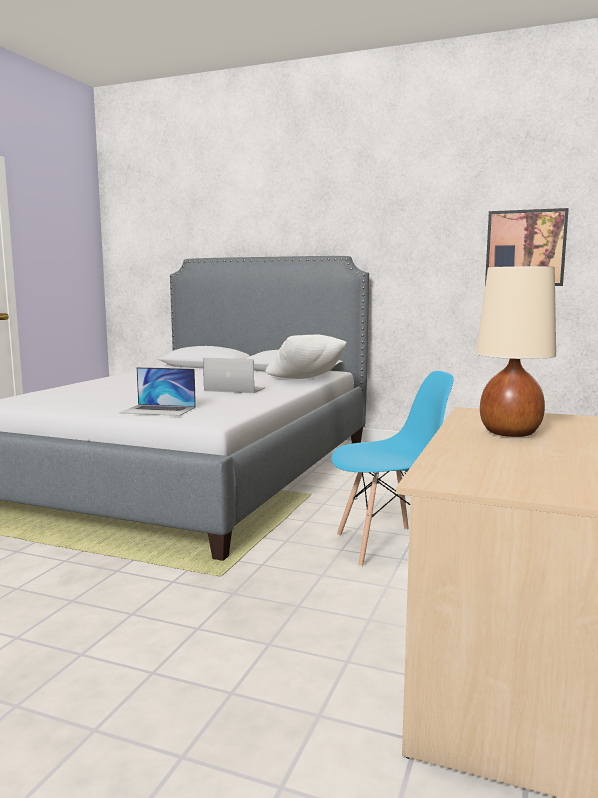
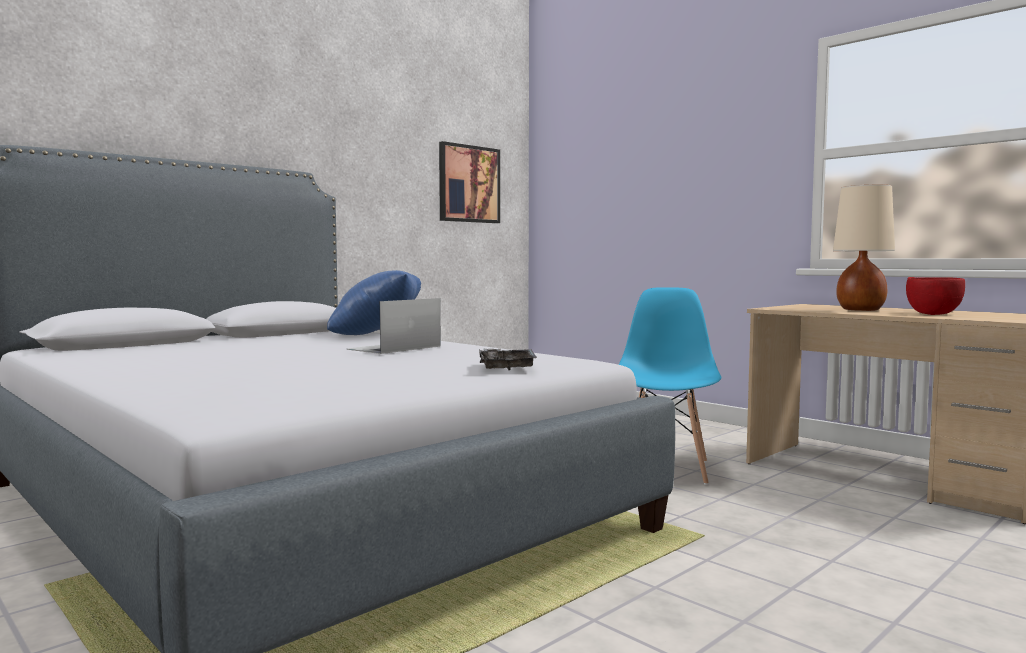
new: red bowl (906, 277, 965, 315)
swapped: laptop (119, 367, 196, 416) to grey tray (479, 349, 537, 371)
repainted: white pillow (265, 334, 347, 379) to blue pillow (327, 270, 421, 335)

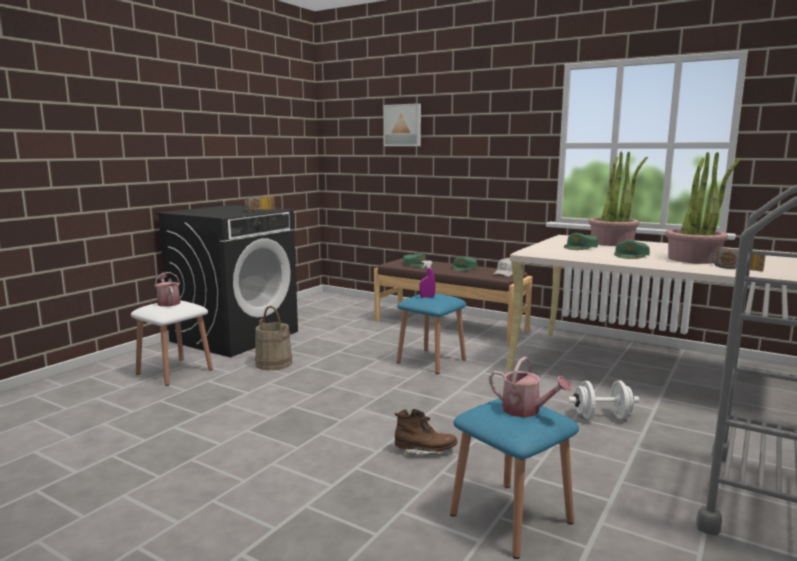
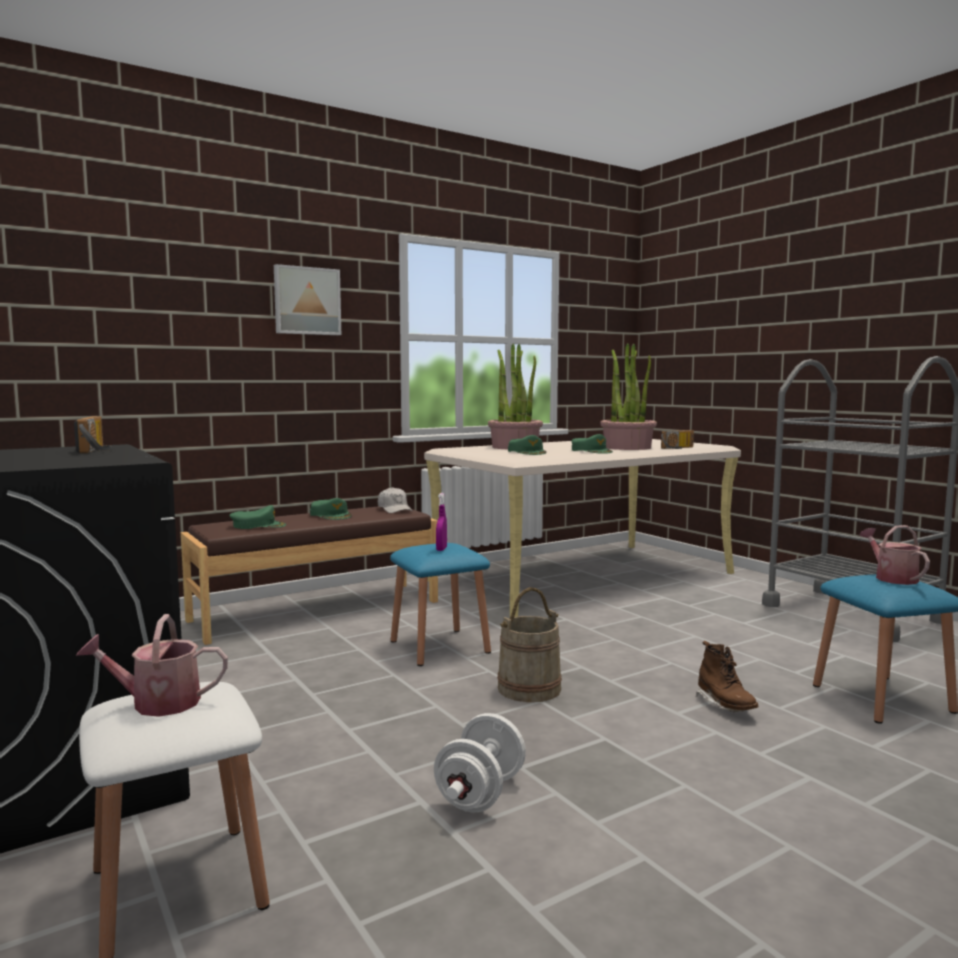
shifted: picture (383, 103, 421, 146) to (274, 264, 341, 335); white dumbbell (568, 381, 639, 419) to (434, 713, 526, 813); beige bucket (255, 306, 292, 370) to (497, 587, 562, 702)
rotated: brown boot (395, 409, 458, 457) = (696, 641, 758, 712) 135 degrees clockwise; watering can (489, 357, 571, 417) = (859, 525, 930, 585) 75 degrees counterclockwise

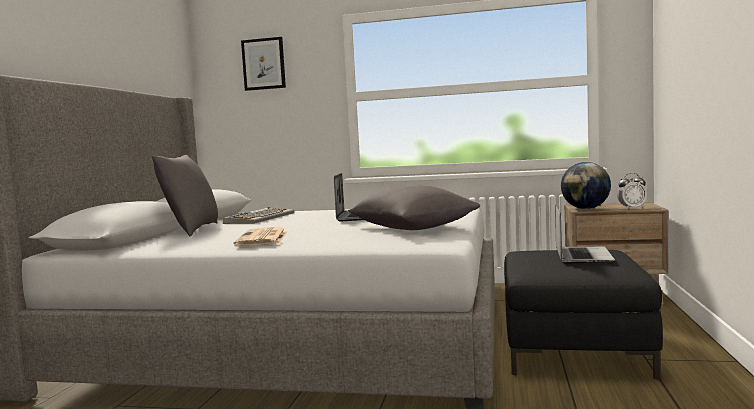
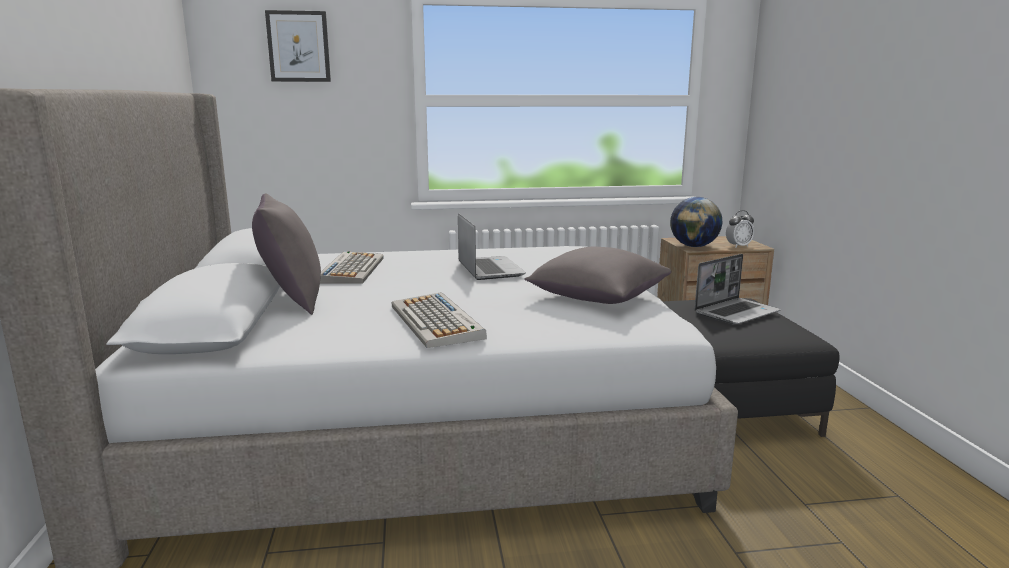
swapped: newspaper (233, 227, 288, 246) to keyboard (391, 292, 487, 348)
rotated: laptop (555, 205, 615, 264) = (694, 254, 781, 324) 60 degrees clockwise

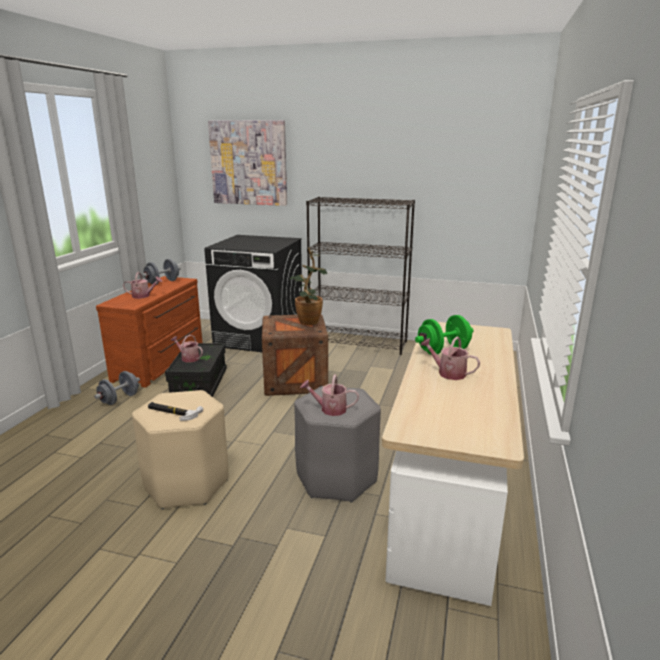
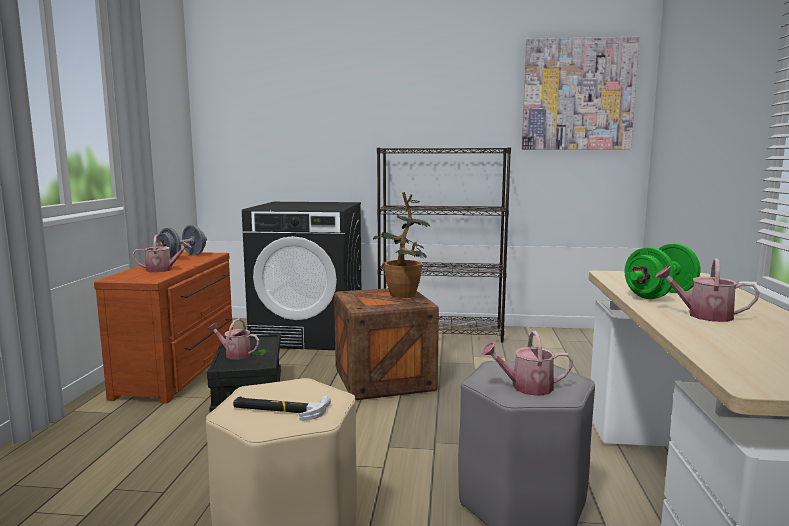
gone: grey dumbbell (94, 371, 140, 405)
shifted: picture (208, 120, 287, 206) to (522, 36, 639, 150)

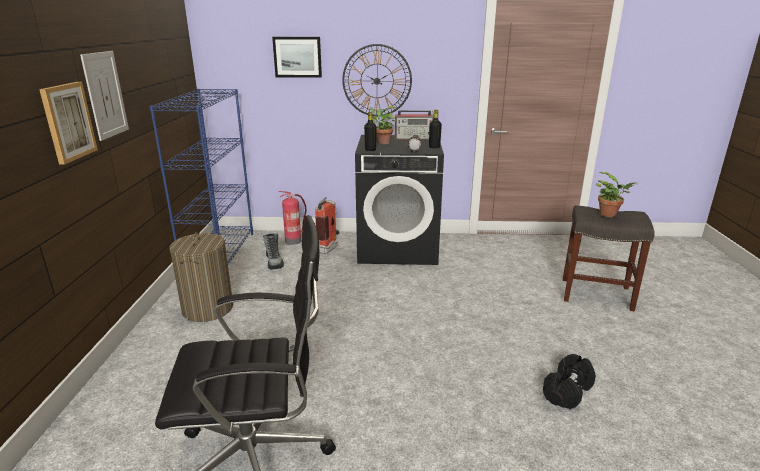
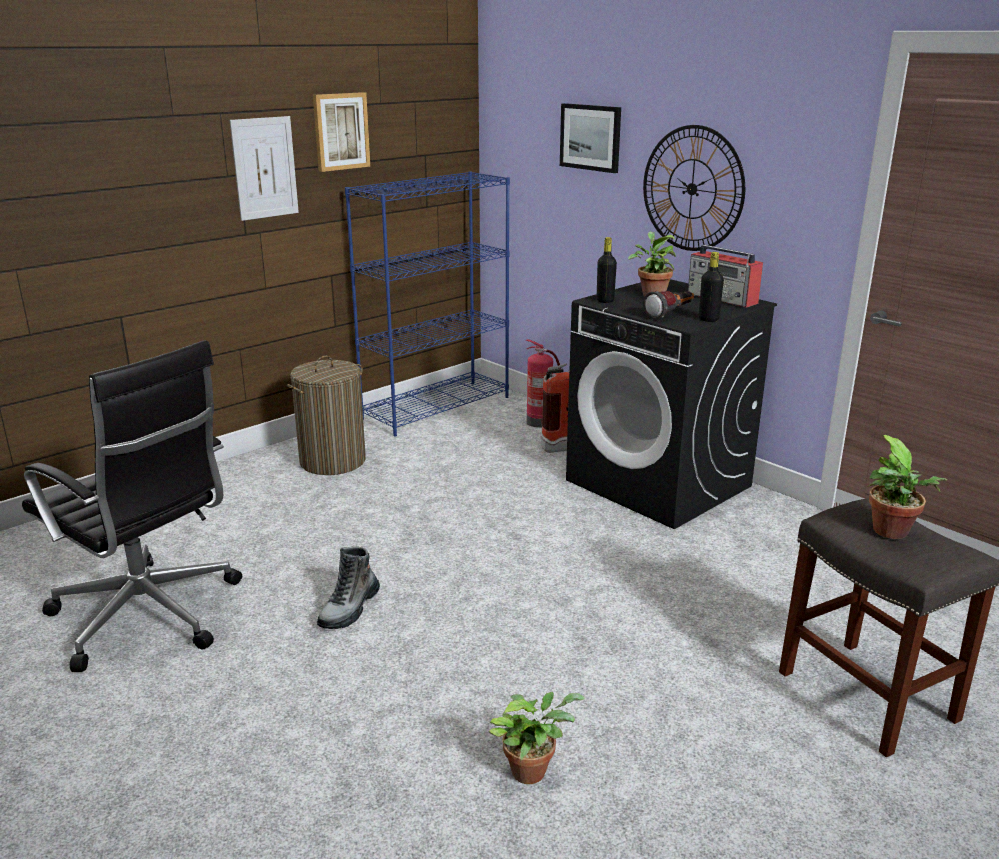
shifted: picture (39, 82, 98, 165) to (313, 92, 370, 172); boot (263, 233, 284, 270) to (317, 546, 380, 629)
swapped: black dumbbell (543, 354, 596, 409) to potted plant (489, 692, 585, 784)

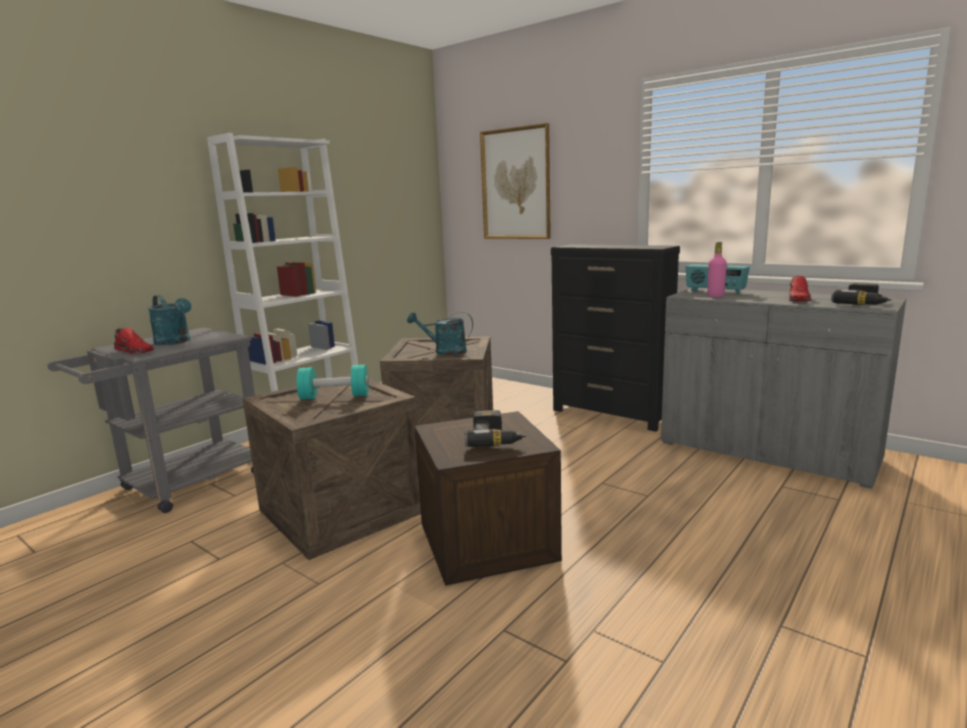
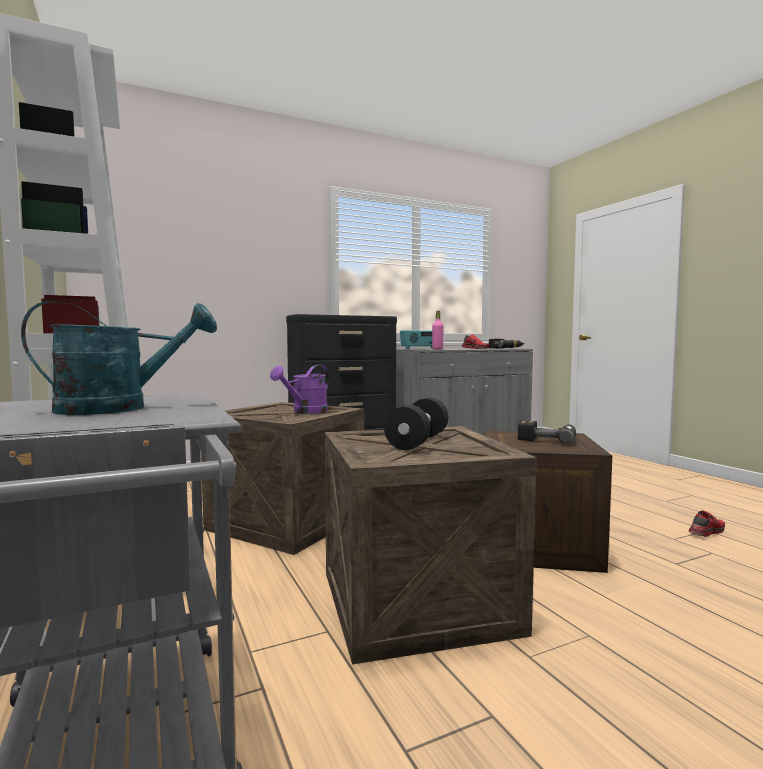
gone: picture (480, 123, 551, 239)
shifted: red shoe (114, 328, 154, 355) to (689, 511, 725, 537)
repainted: turquoise watering can (407, 311, 473, 355) to purple watering can (270, 364, 329, 413); turquoise dumbbell (296, 365, 369, 399) to black dumbbell (384, 398, 448, 450)

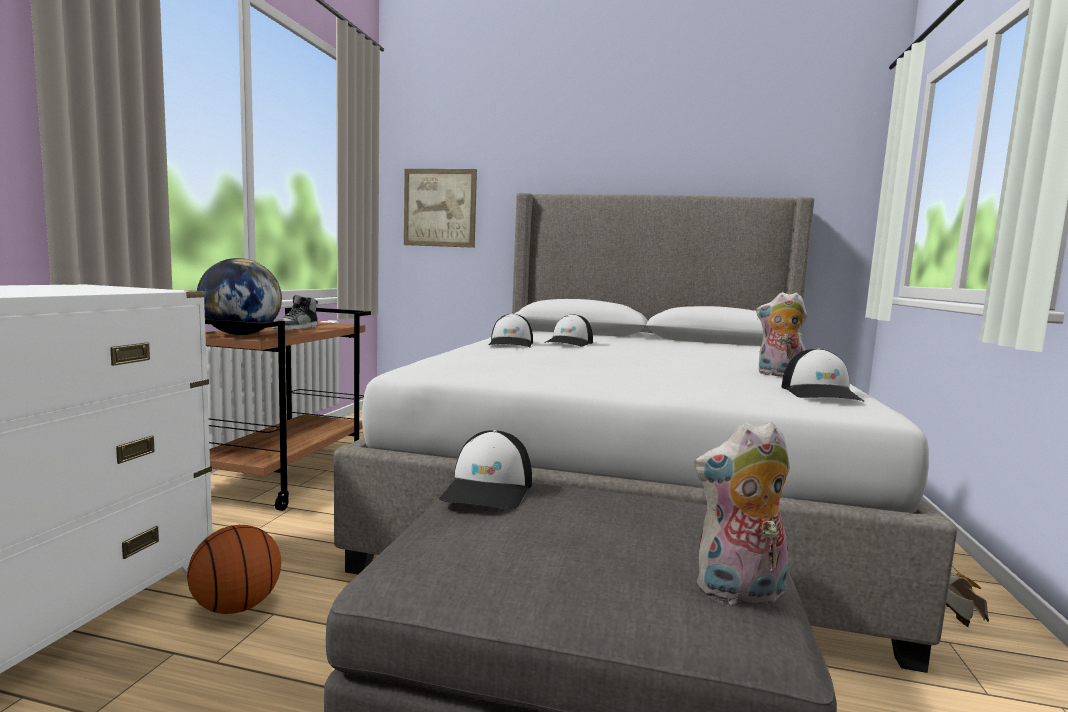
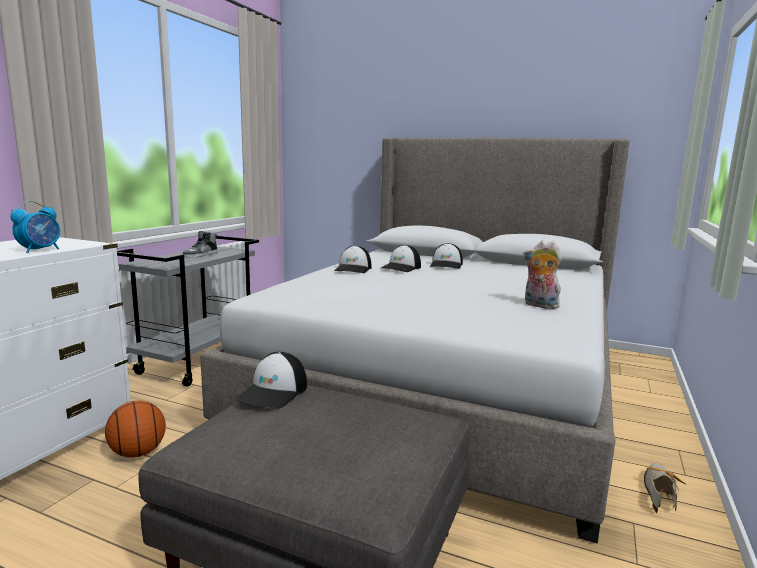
gone: globe (197, 258, 282, 335); picture (404, 169, 477, 248); plush toy (694, 422, 790, 605)
new: alarm clock (10, 201, 60, 253)
shifted: cap (781, 348, 865, 402) to (430, 243, 463, 269)
repainted: brown cart (205, 307, 371, 511) to grey cart (117, 236, 259, 387)

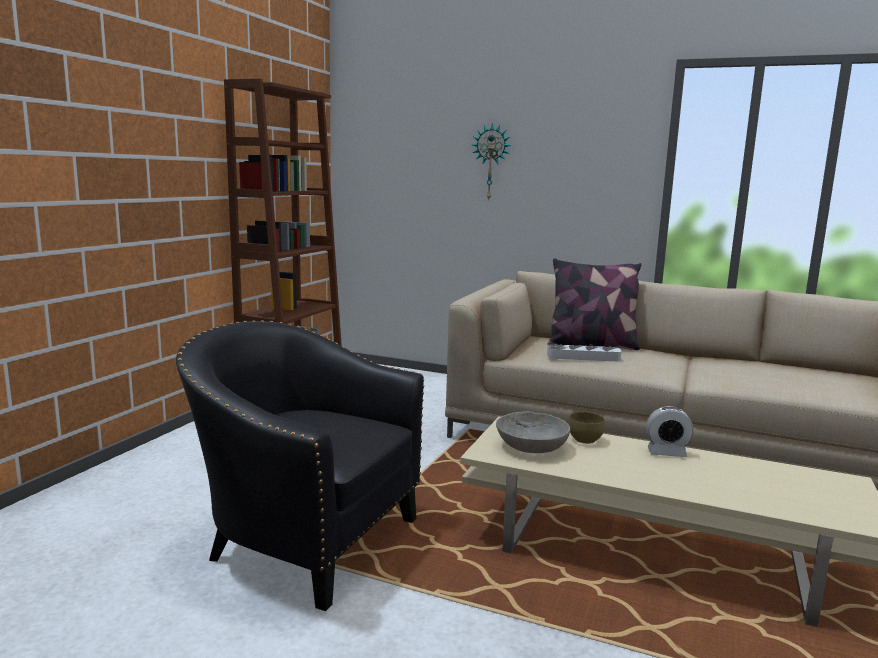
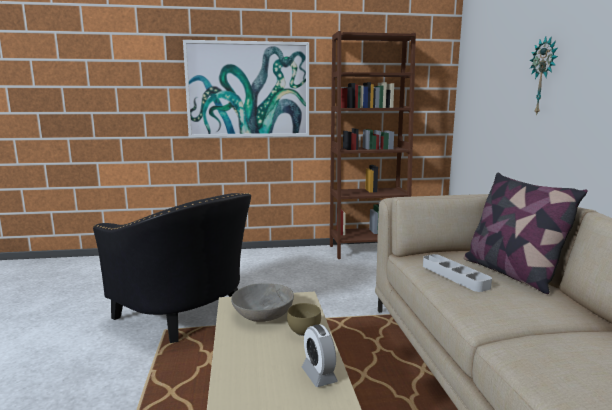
new: picture (183, 40, 309, 137)
rotated: black armchair (176, 320, 424, 611) = (93, 193, 251, 343) 135 degrees clockwise

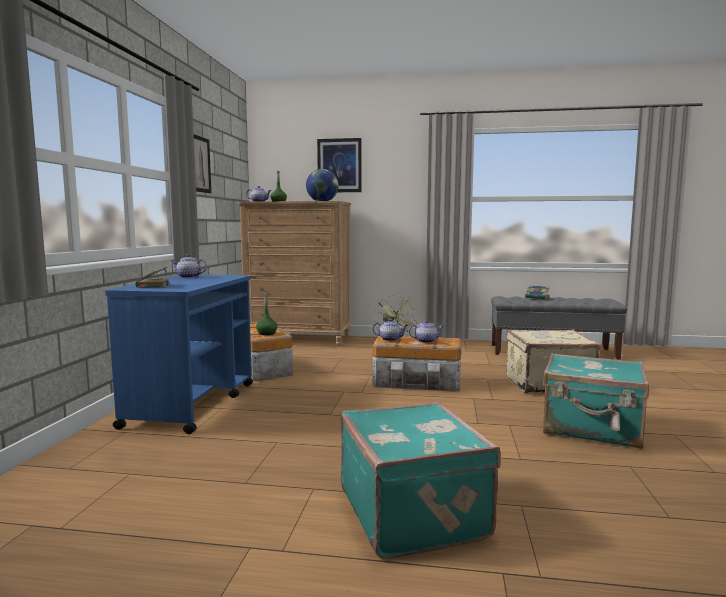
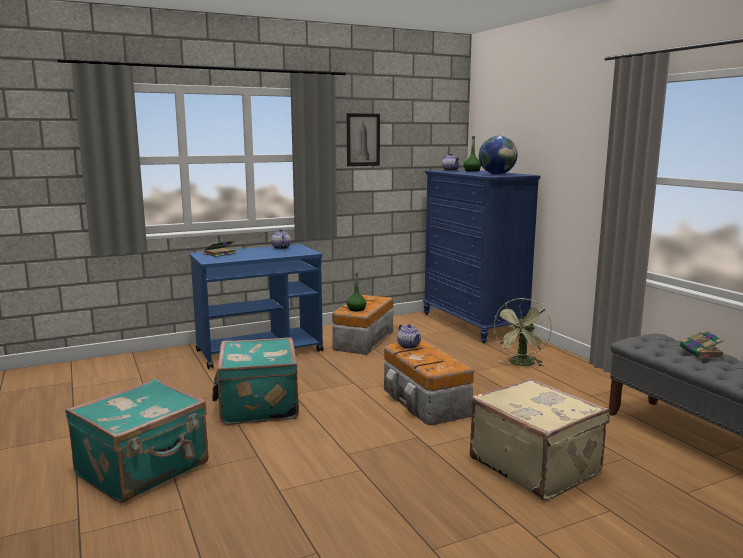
gone: picture (317, 138, 362, 192); teapot (409, 320, 444, 343)
shifted: turquoise suitcase (543, 353, 649, 449) to (212, 337, 299, 425)
repainted: brown dresser (238, 201, 351, 346) to blue dresser (423, 169, 540, 343)

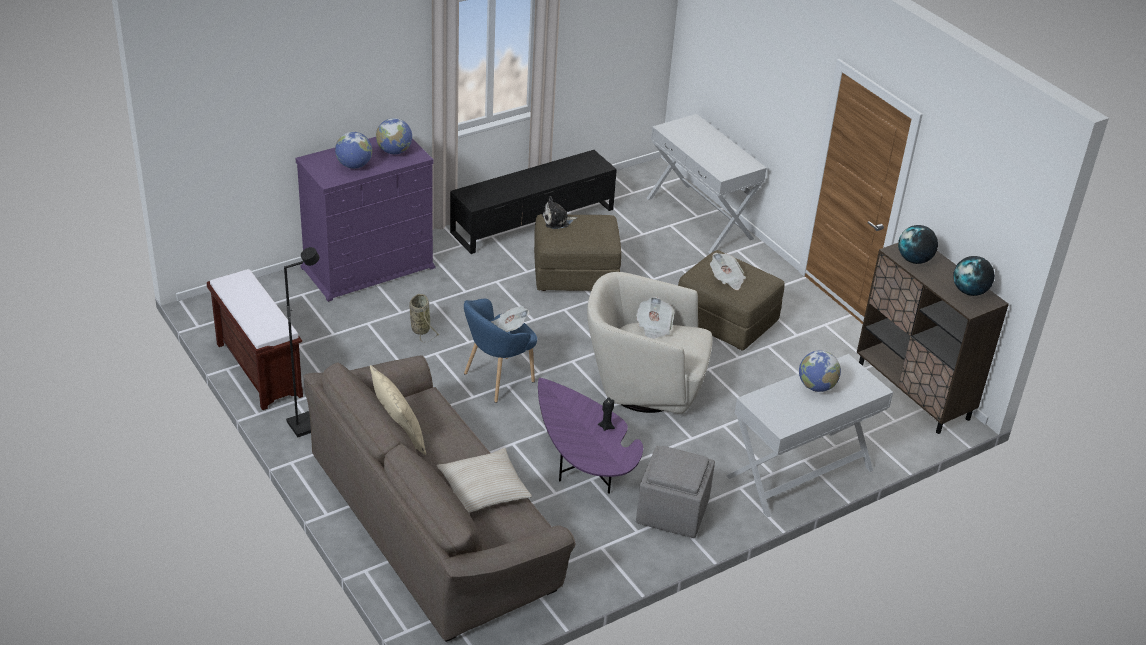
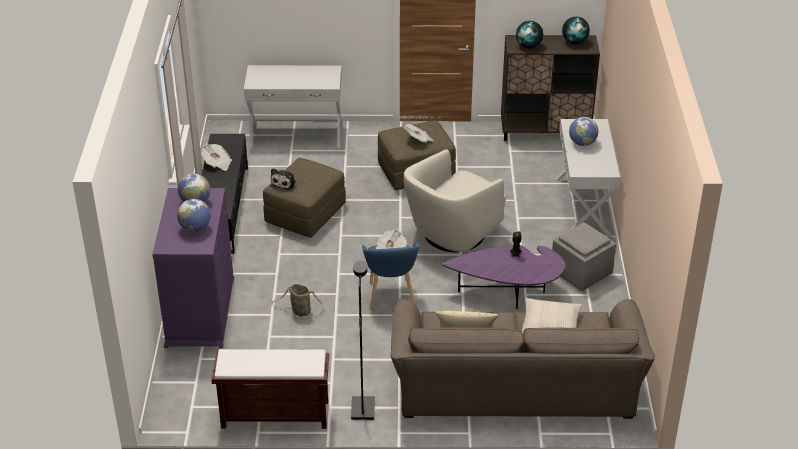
shifted: newspaper (636, 297, 675, 339) to (201, 144, 232, 171)

